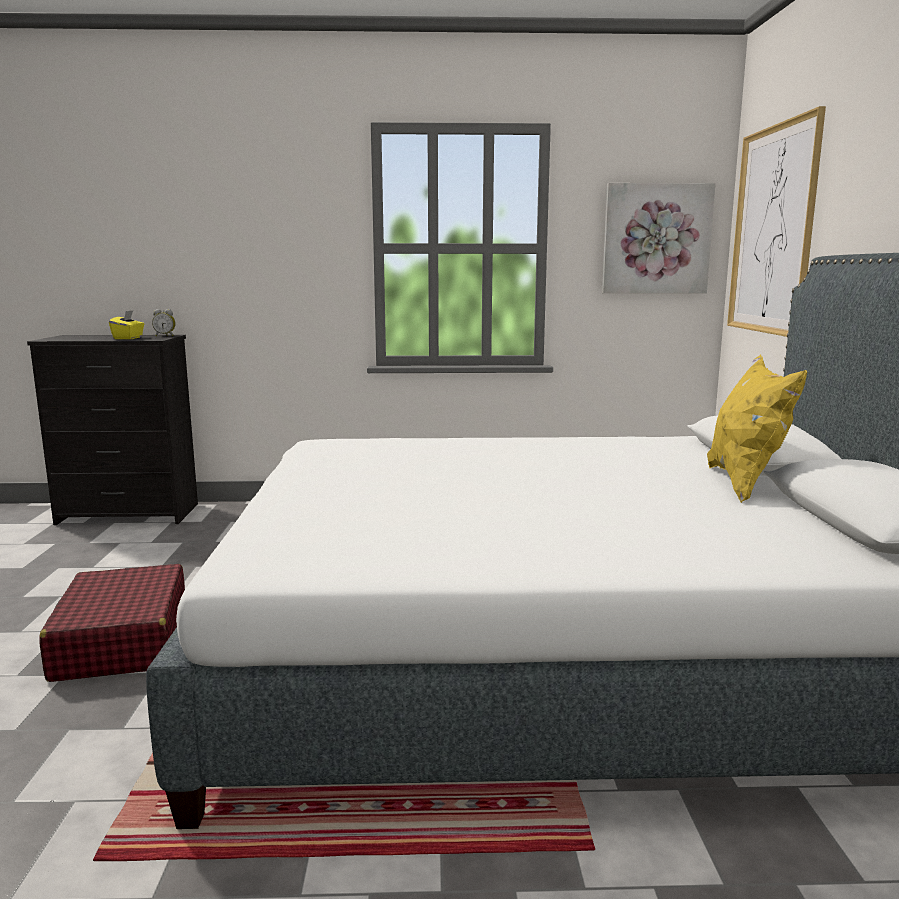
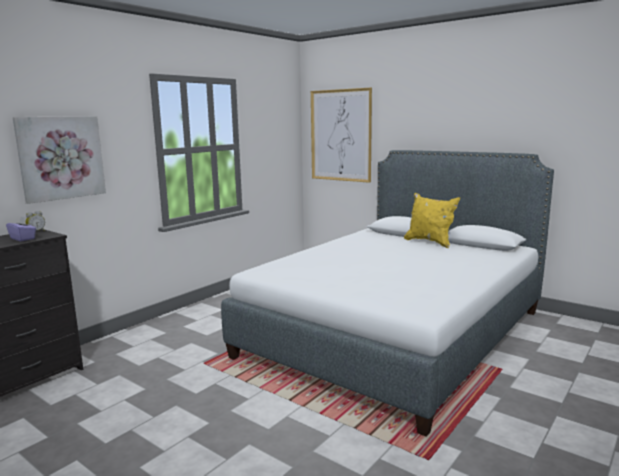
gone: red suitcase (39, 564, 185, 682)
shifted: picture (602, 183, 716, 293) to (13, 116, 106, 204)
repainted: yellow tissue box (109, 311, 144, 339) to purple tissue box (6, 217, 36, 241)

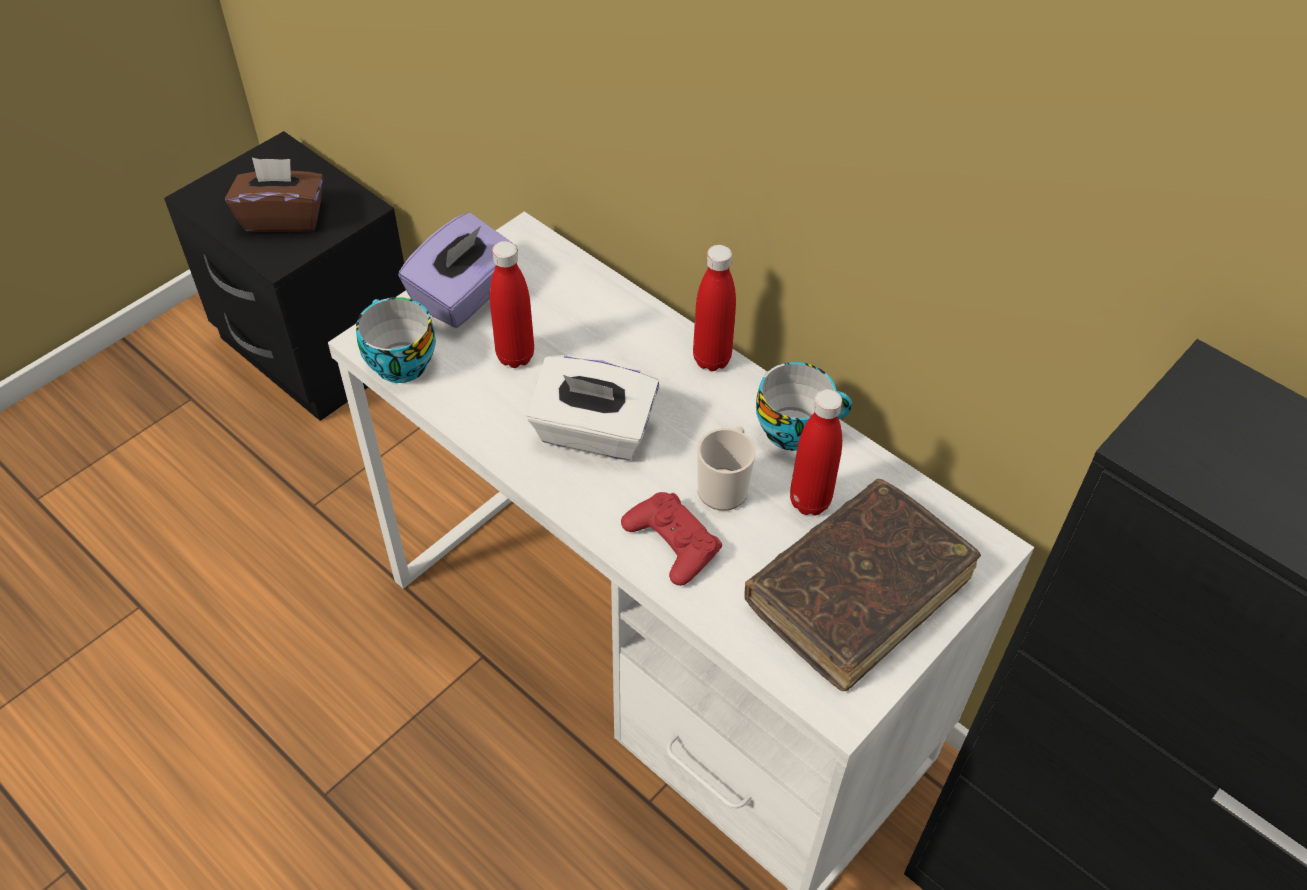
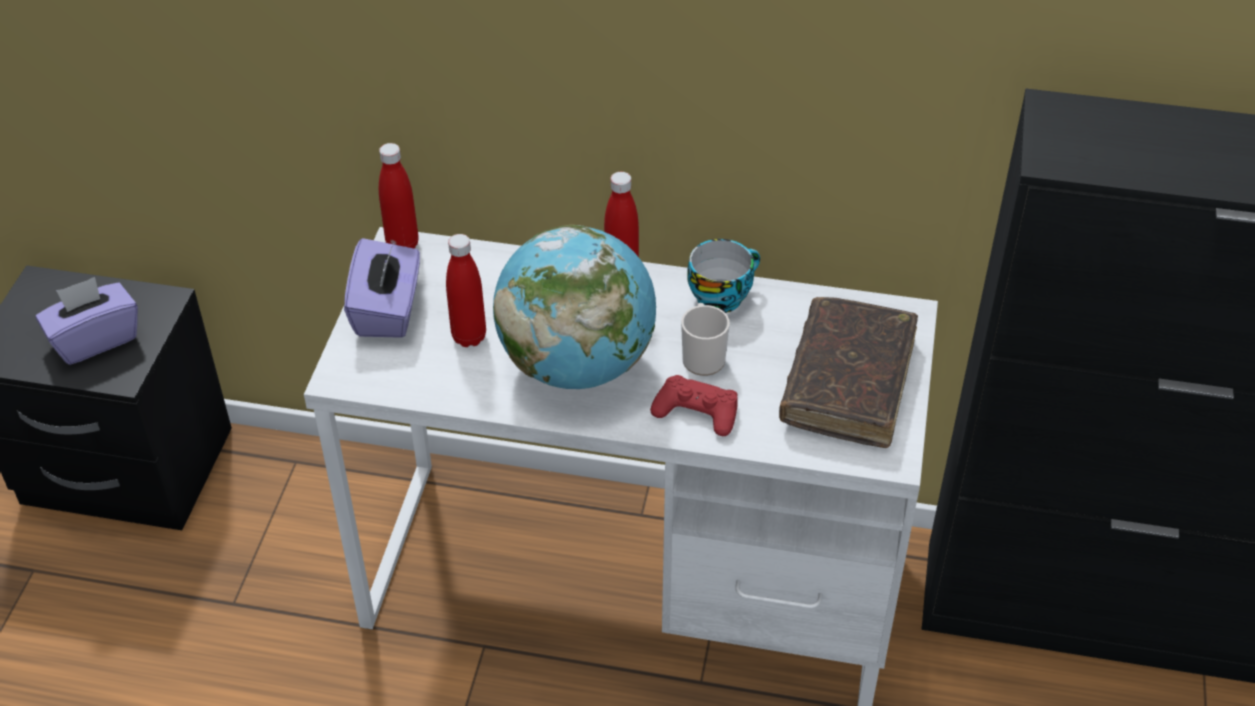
gone: cup (356, 297, 436, 383)
shifted: red bottle (790, 389, 842, 516) to (379, 143, 418, 249)
swapped: white tissue box (527, 355, 659, 460) to globe (493, 225, 656, 389)
repainted: brown tissue box (225, 158, 324, 232) to purple tissue box (36, 277, 138, 365)

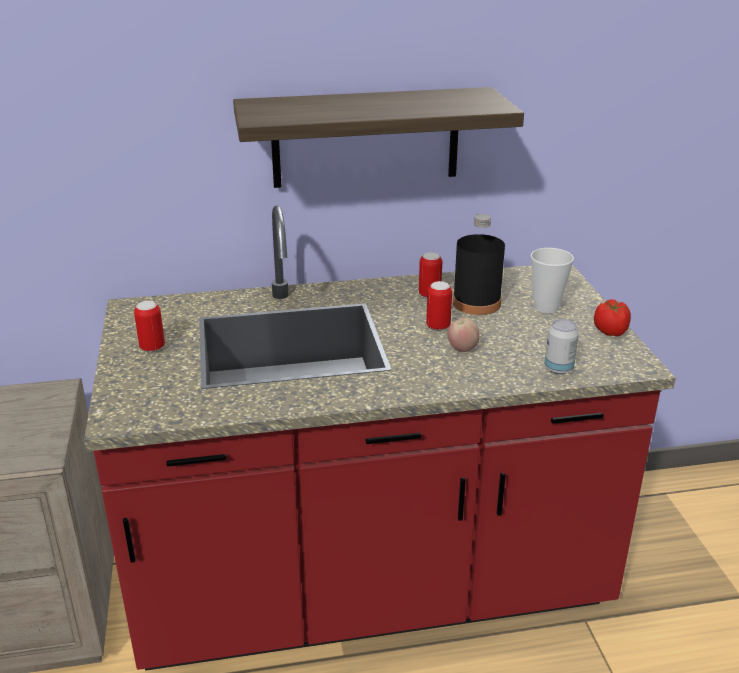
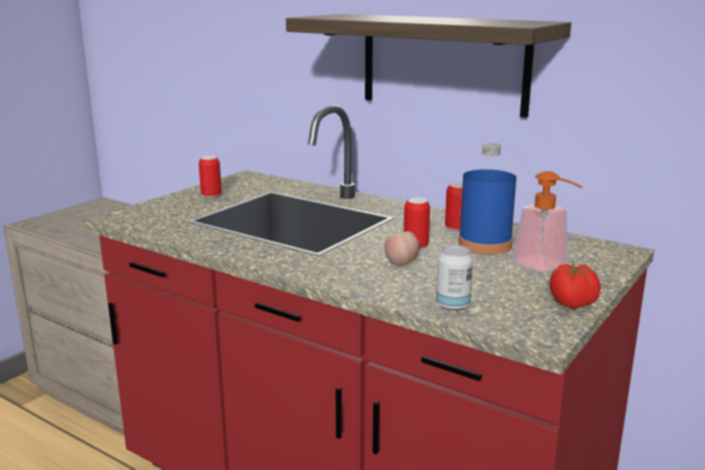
swapped: cup (531, 248, 574, 313) to soap dispenser (513, 171, 582, 273)
repainted: black bottle (453, 214, 505, 315) to blue bottle (458, 143, 516, 255)

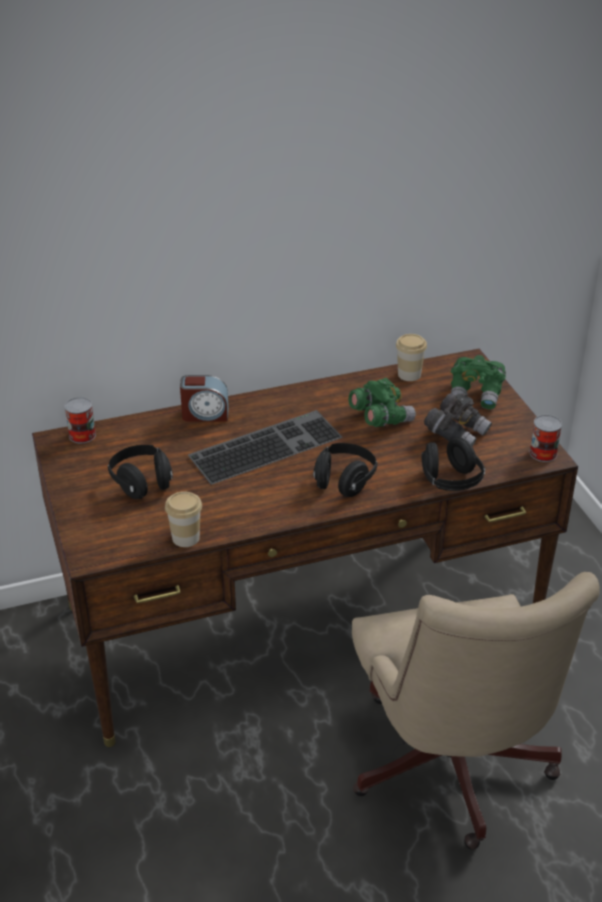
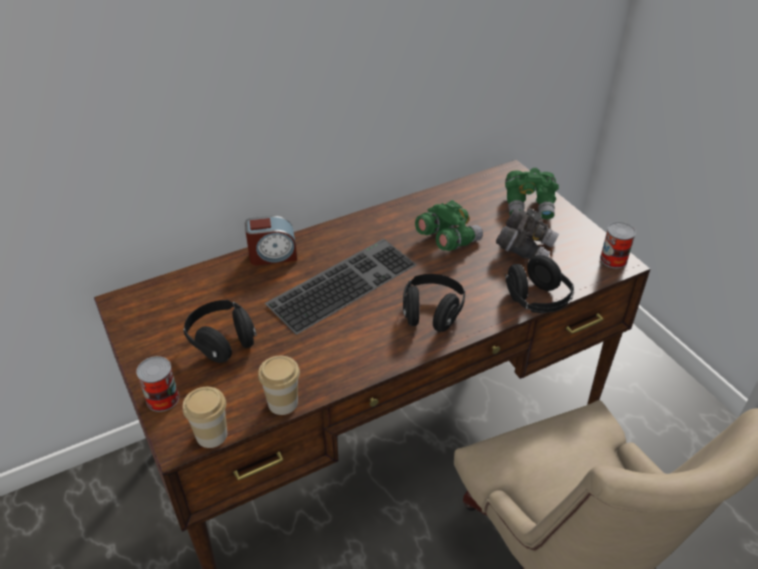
shifted: can (64, 397, 96, 443) to (136, 356, 179, 412); cup (396, 334, 427, 381) to (183, 387, 227, 448)

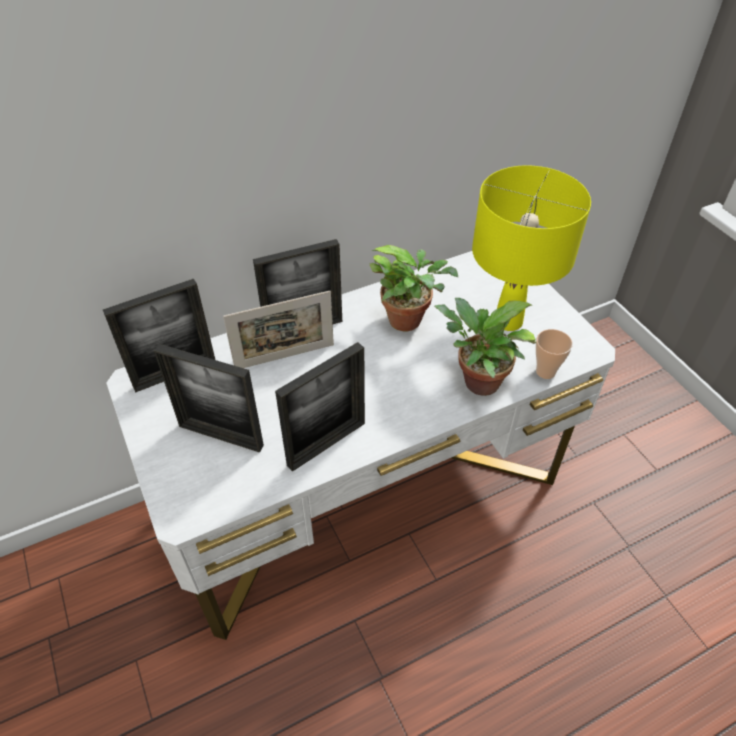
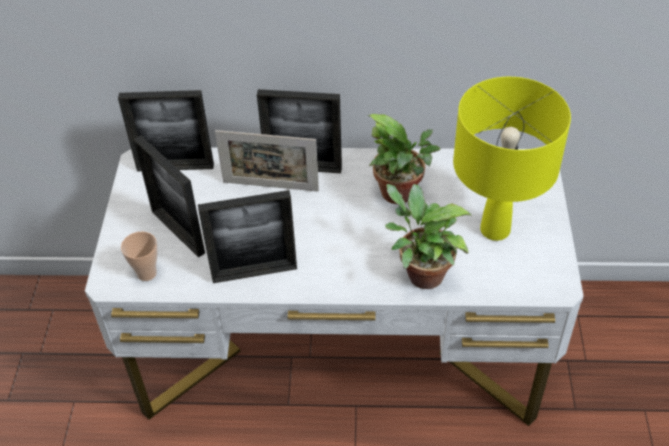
shifted: cup (536, 329, 573, 379) to (121, 231, 158, 281)

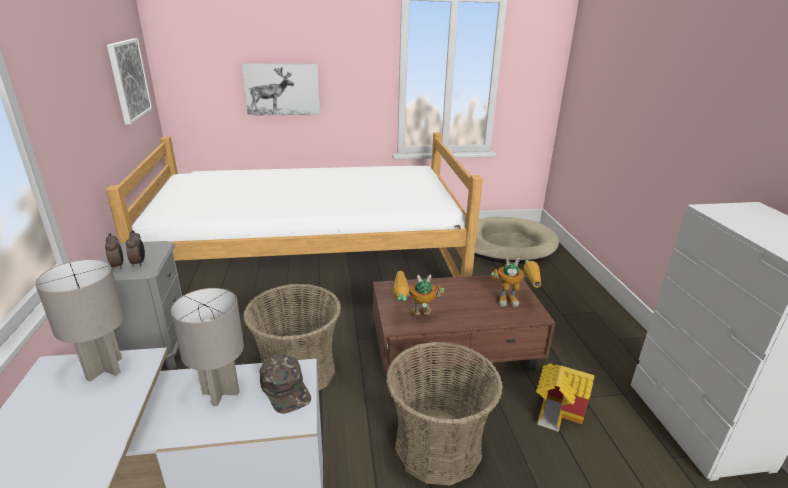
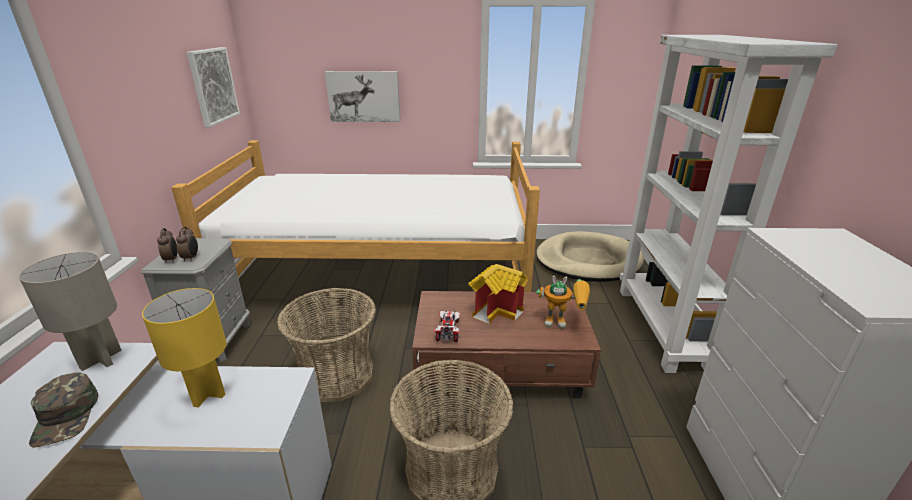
new: white bookcase (620, 35, 838, 373)
shifted: green cap (259, 354, 311, 414) to (29, 372, 98, 448); toy house (536, 363, 595, 432) to (468, 264, 528, 323)
swapped: toy robot (393, 271, 444, 315) to toy car (434, 311, 460, 342)
repainted: grey table lamp (171, 288, 244, 406) to yellow table lamp (142, 288, 227, 407)

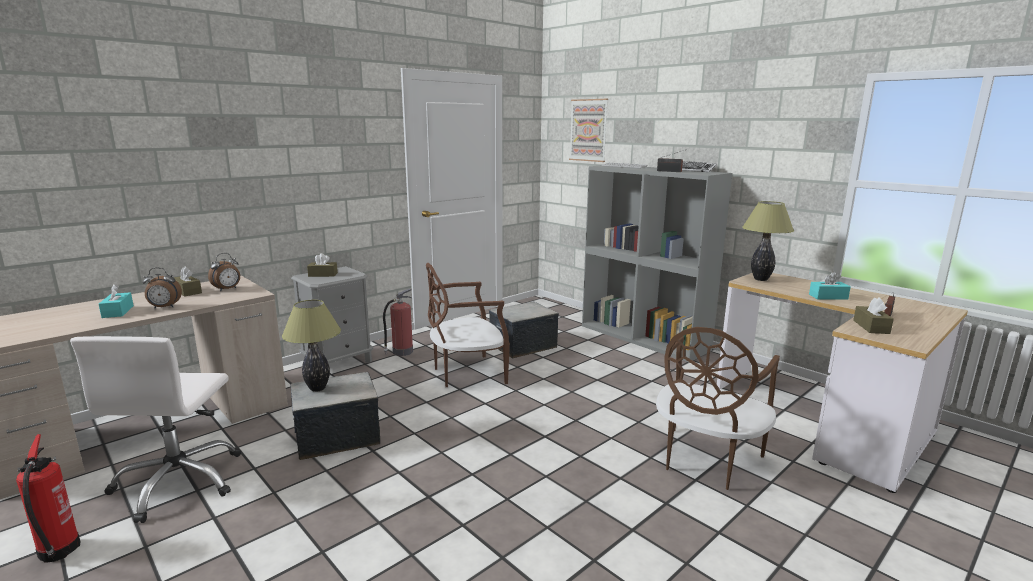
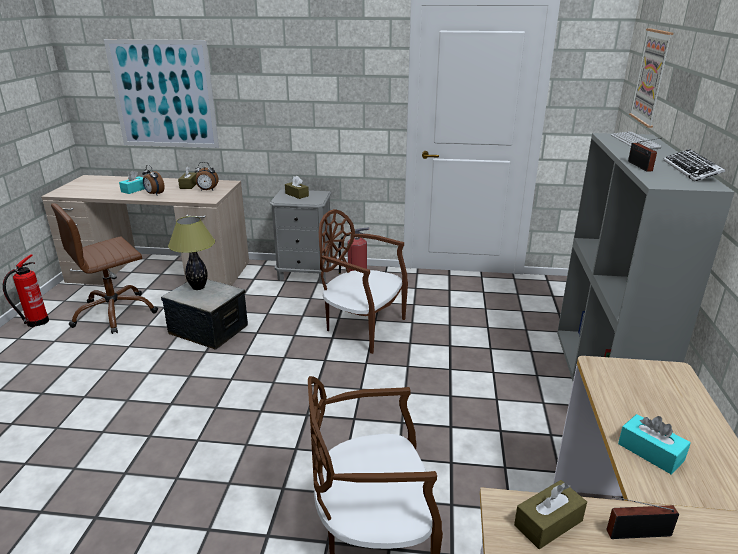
gone: storage box (489, 302, 559, 358); table lamp (742, 201, 794, 281)
new: picture (104, 39, 219, 148)
repainted: white office chair (70, 336, 241, 523) to brown office chair (51, 203, 158, 334)

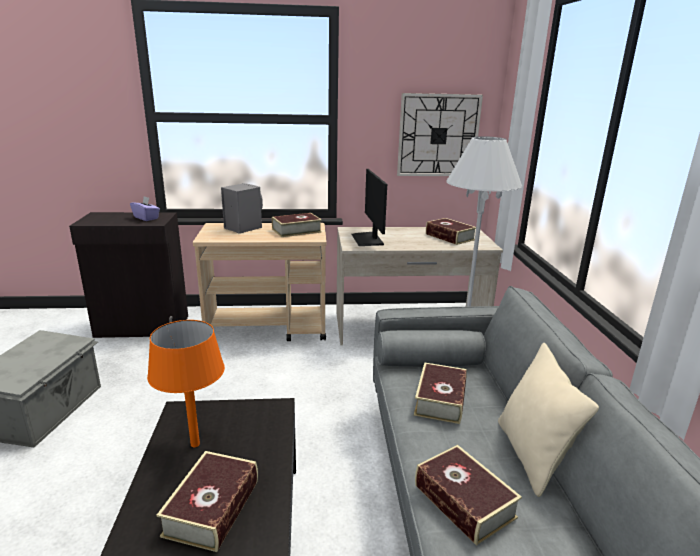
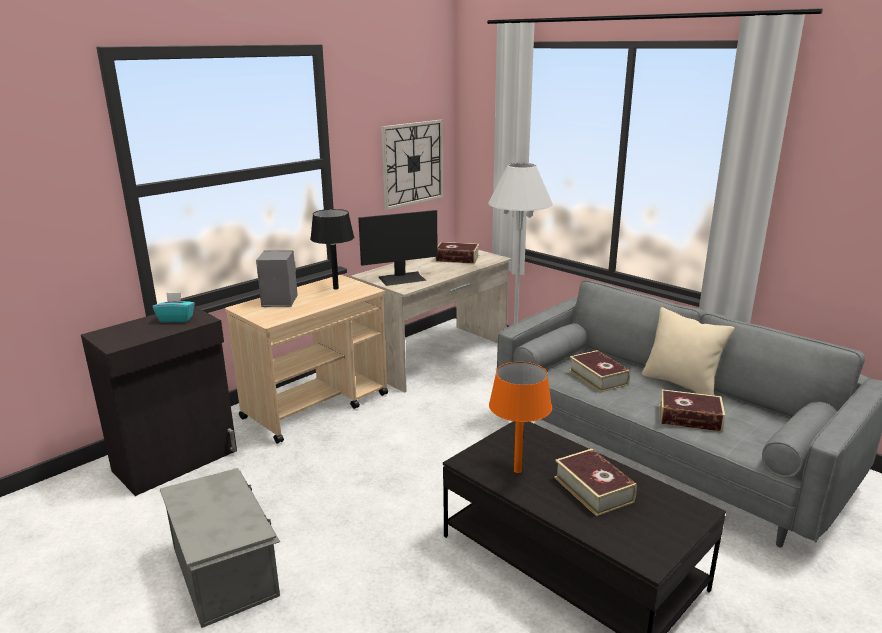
swapped: book (272, 213, 322, 237) to black table lamp (310, 209, 354, 290)
repainted: purple tissue box (130, 196, 160, 221) to turquoise tissue box (153, 293, 195, 323)
rotated: monitor (351, 169, 387, 246) = (358, 210, 438, 286) 60 degrees counterclockwise

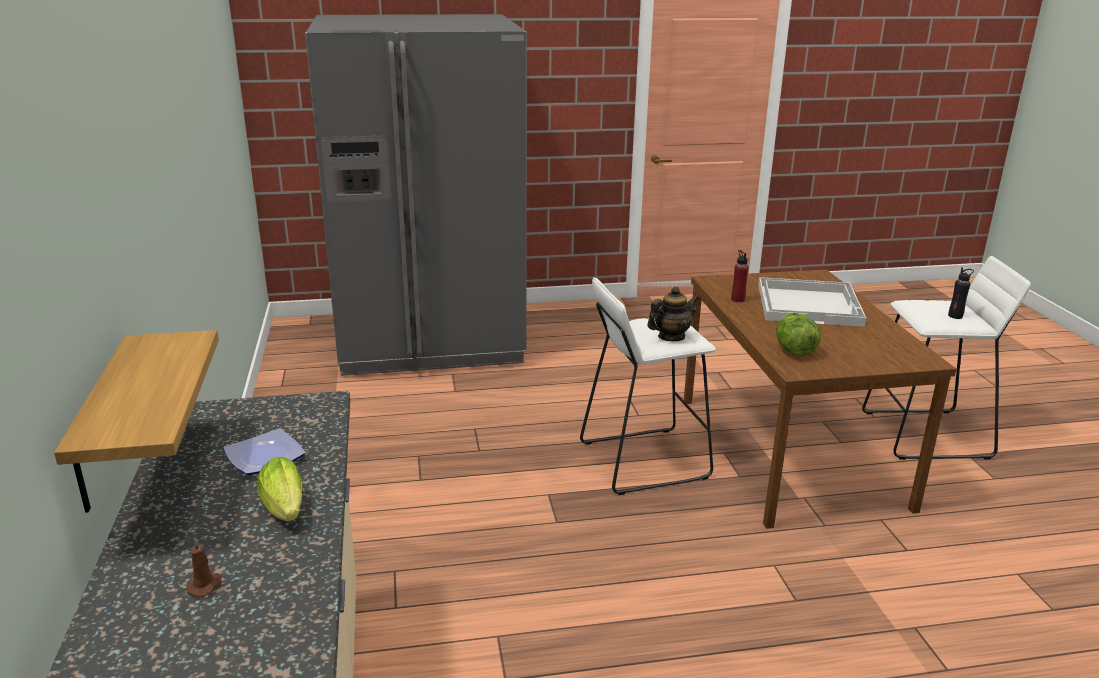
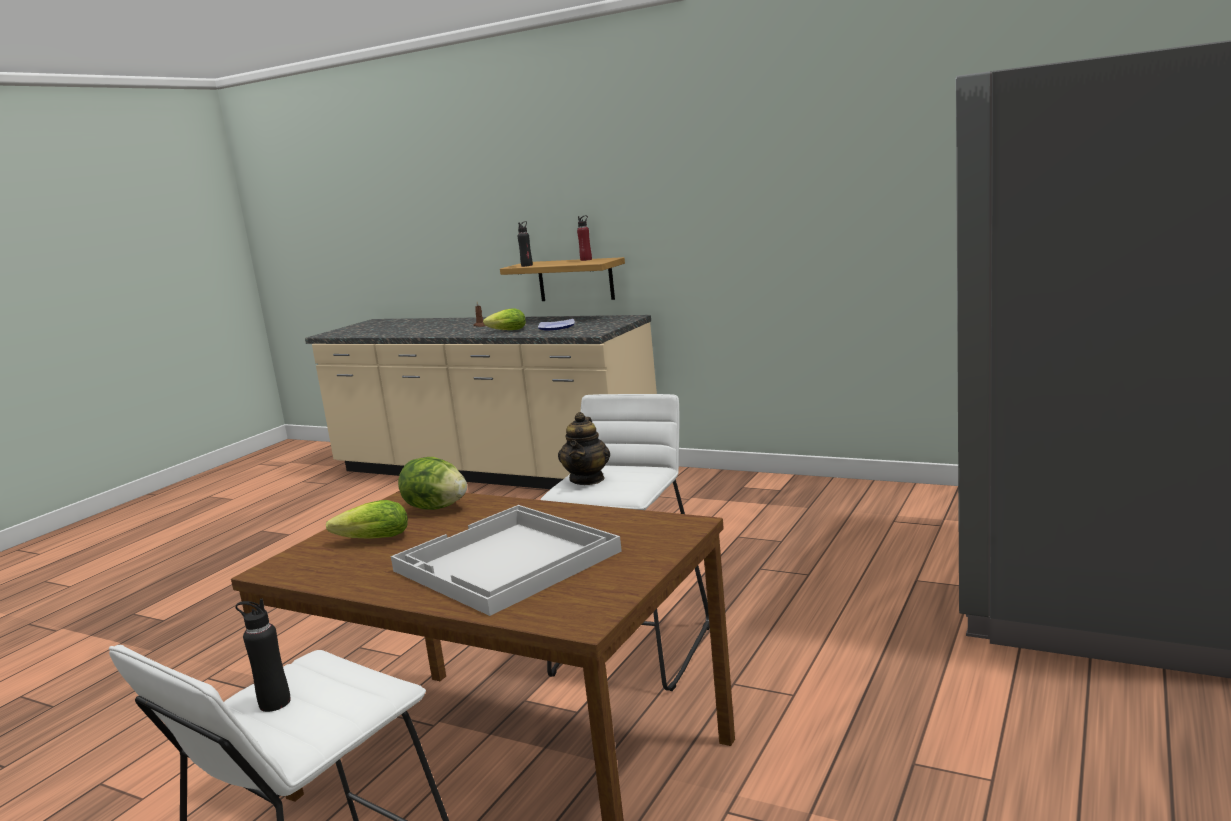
new: lettuce (326, 500, 408, 539); black bottle (517, 221, 533, 267)
shifted: red bottle (731, 250, 749, 302) to (577, 215, 592, 261)

